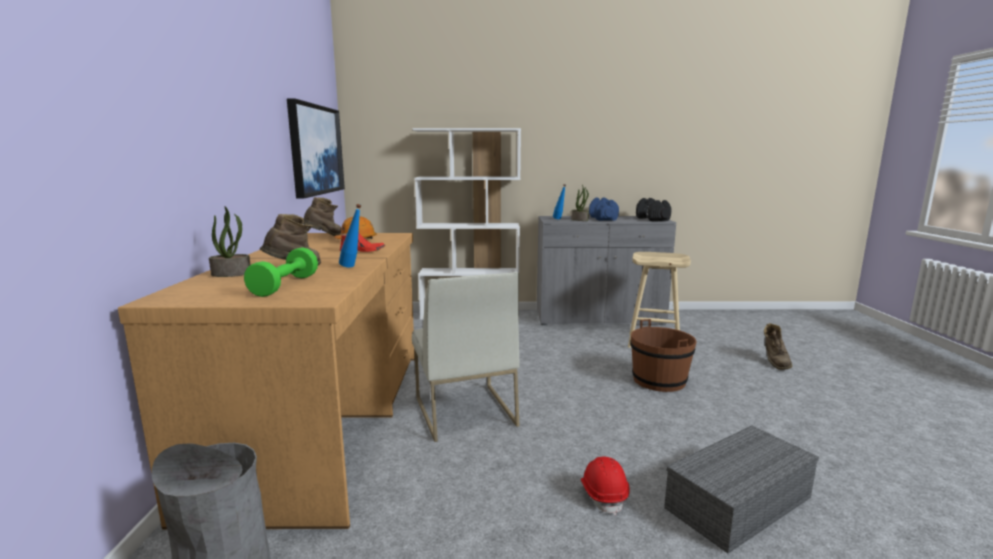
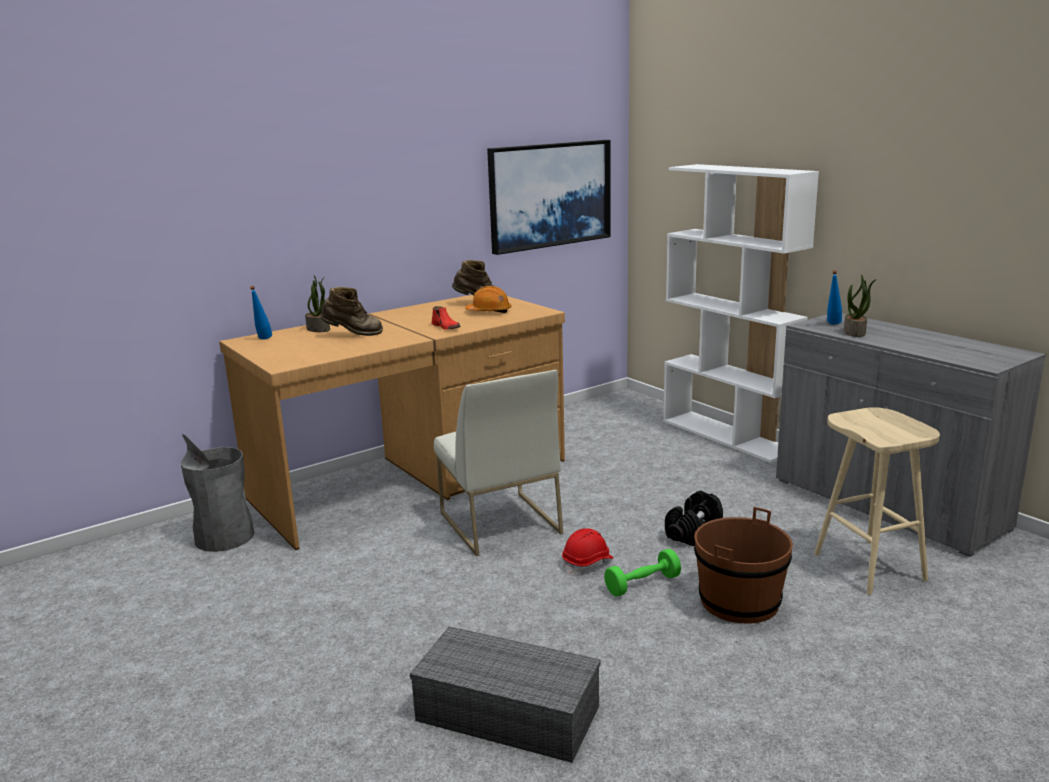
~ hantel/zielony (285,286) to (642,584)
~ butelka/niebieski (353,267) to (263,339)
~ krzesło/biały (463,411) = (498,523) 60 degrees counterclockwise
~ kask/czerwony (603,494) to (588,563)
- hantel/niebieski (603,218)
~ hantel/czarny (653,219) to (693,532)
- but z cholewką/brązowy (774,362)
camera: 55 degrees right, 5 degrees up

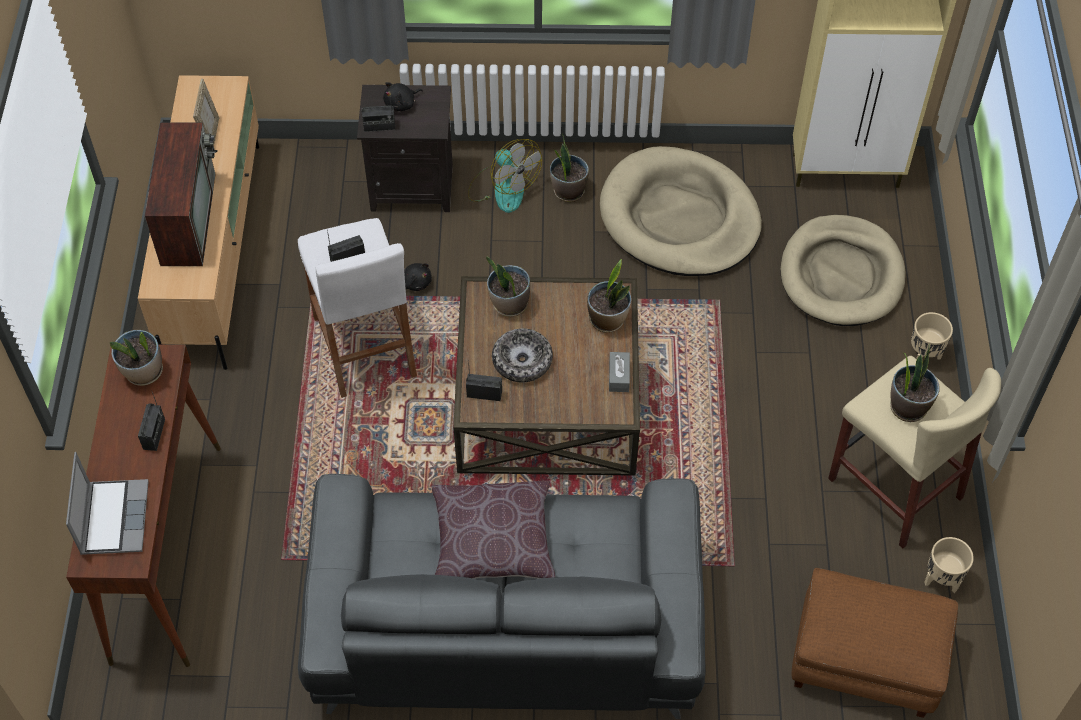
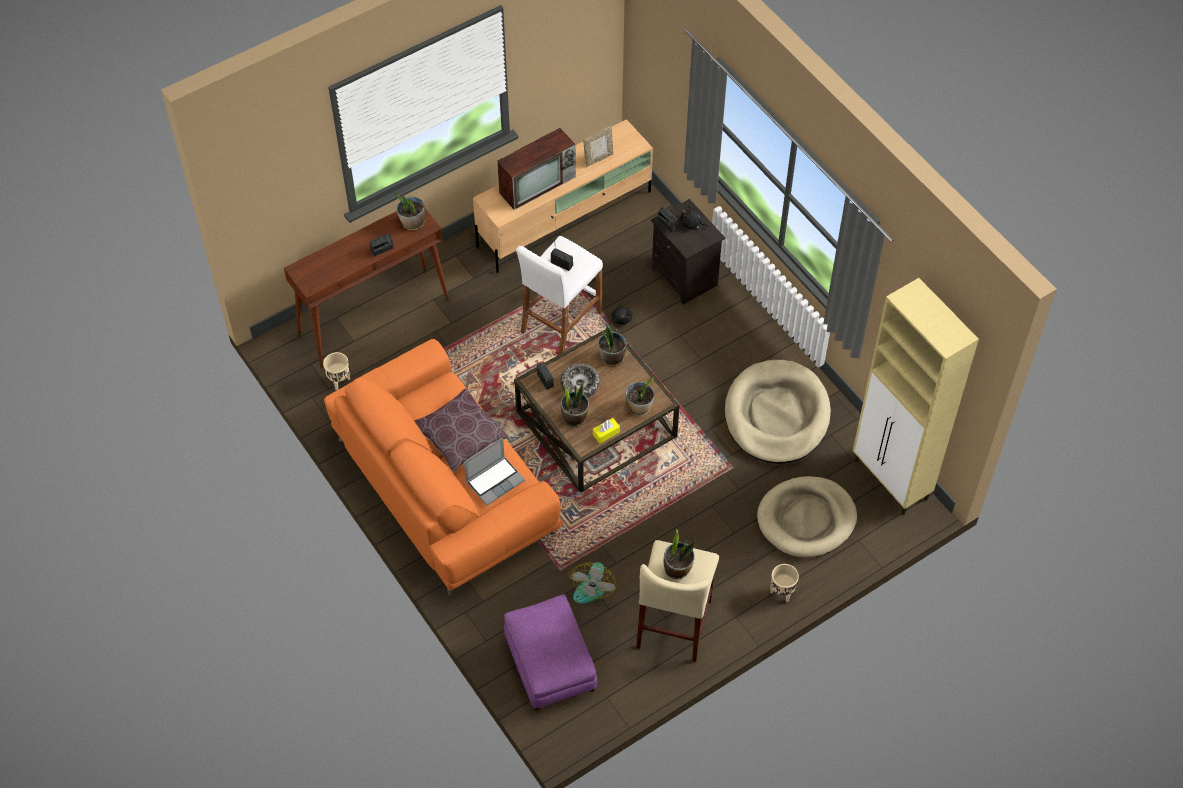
~ laptop (113,517) to (495,480)
~ kanapa/szary (505,623) to kanapa/pomarańczowy (444,485)
~ wentylator (502,188) to (591,585)
~ roślina doniczkowa (568,191) to (574,417)
~ pudełko chusteczek/szary (619,376) to pudełko chusteczek/żółty (606,433)
~ pufa/brązowy (865,660) to pufa/fioletowy (549,664)
~ donica/beżowy (941,579) to (339,381)
camera: 55 degrees right, 0 degrees up

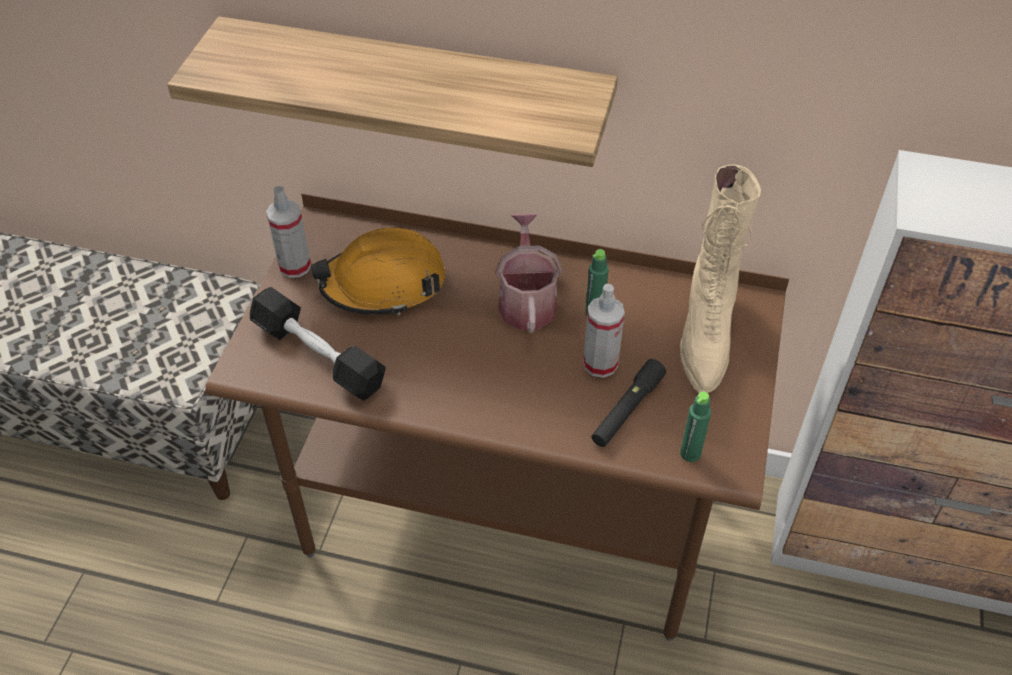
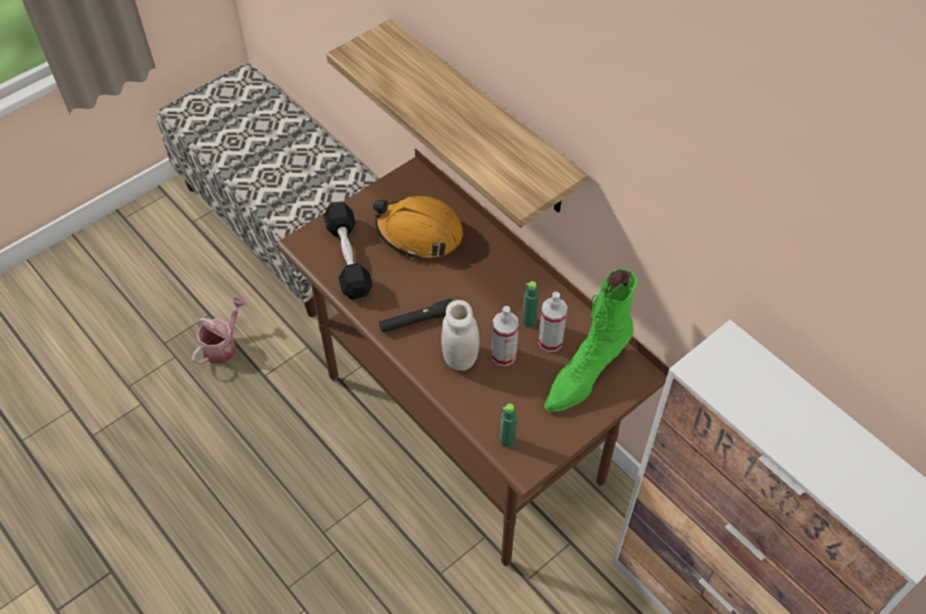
~ spryskiwacz (295,266) to (550,341)
~ konewka (527,300) to (223,345)
~ latarka/czarny (627,410) to (417,321)
~ but z cholewką/beżowy (705,336) to but z cholewką/zielony (585,376)
+ słoik/biały (460,358)
camera: 35 degrees right, 5 degrees up

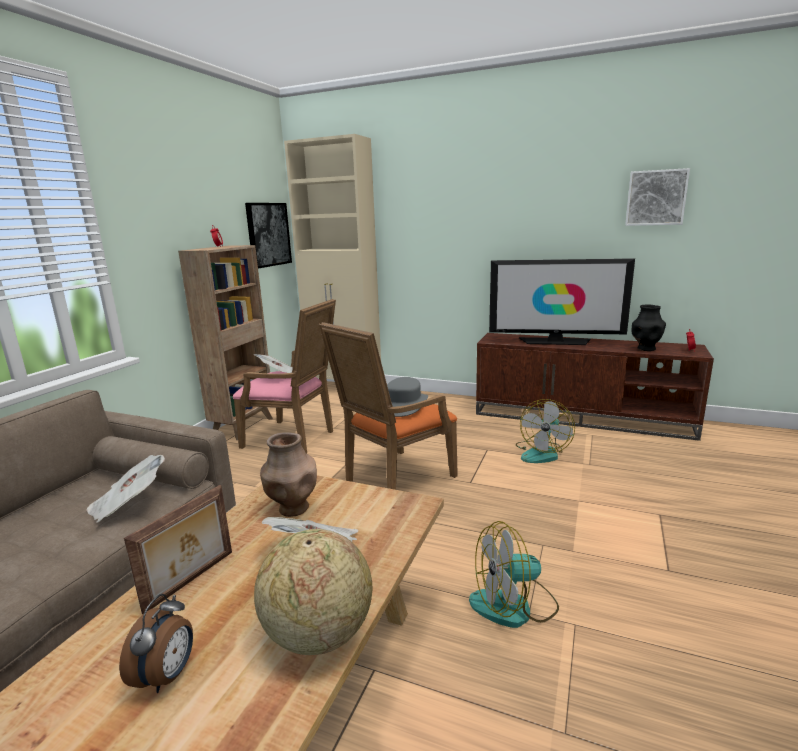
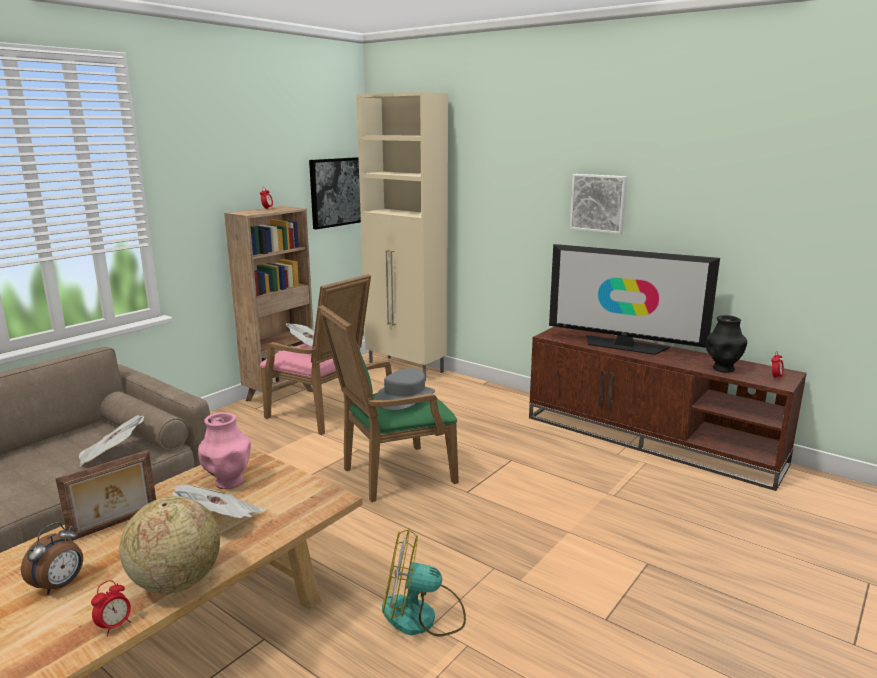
~ wazon/brązowy (293,509) to wazon/różowy (228,482)
~ fotel/pomarańczowy (393,480) to fotel/zielony (391,476)
- wentylator (542,453)
~ obraz (656,198) to (599,203)
+ budzik (115,626)
camera: 15 degrees right, 0 degrees up

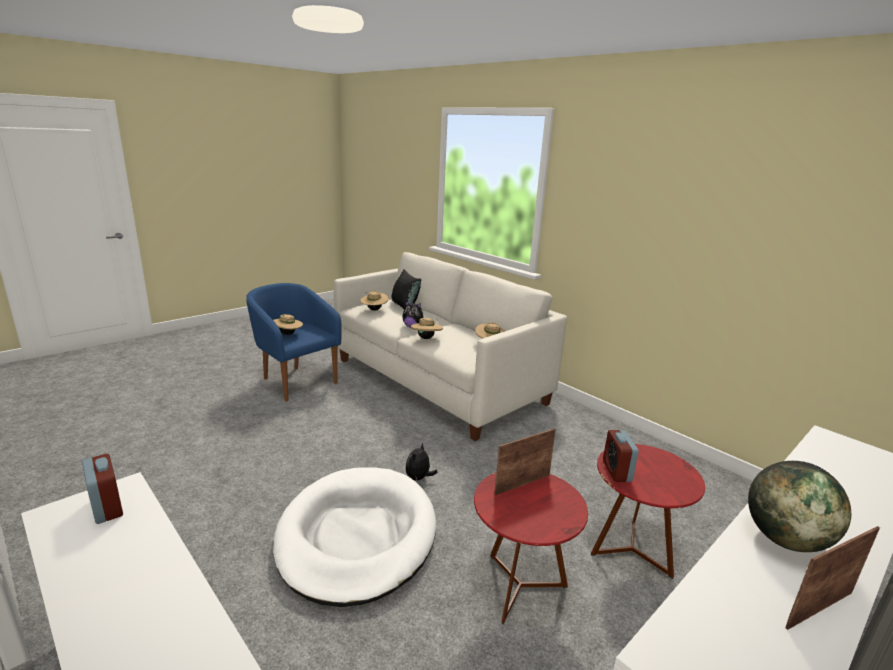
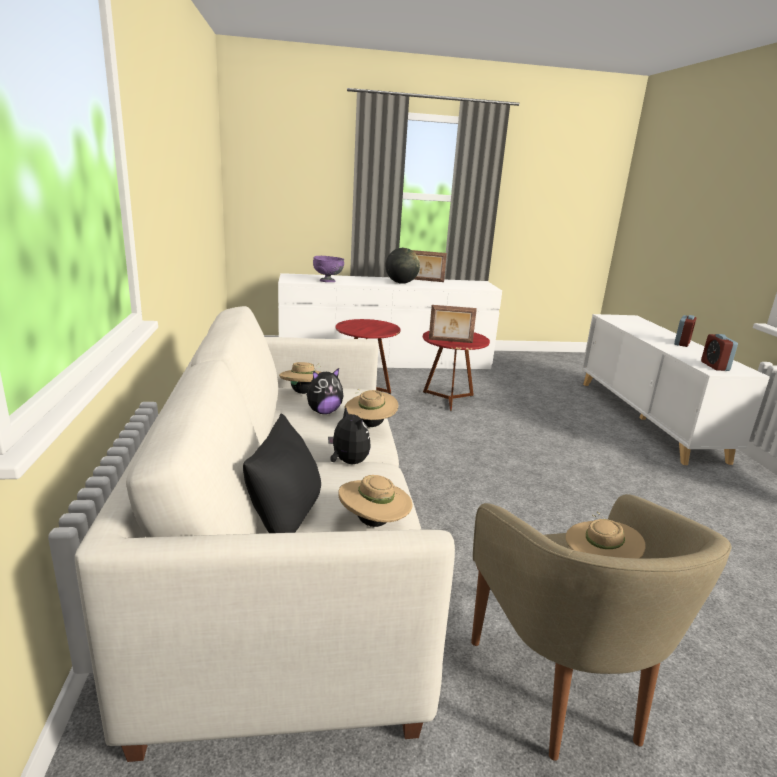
~ fotel/niebieski (295,381) to fotel/beżowy (561,688)
- legowisko/biały (357,537)
~ pluszak (419,478) to (324,412)
~ budzik (616,471) to (682,343)
+ miska/fioletowy (328,281)
camera: 145 degrees left, 0 degrees up

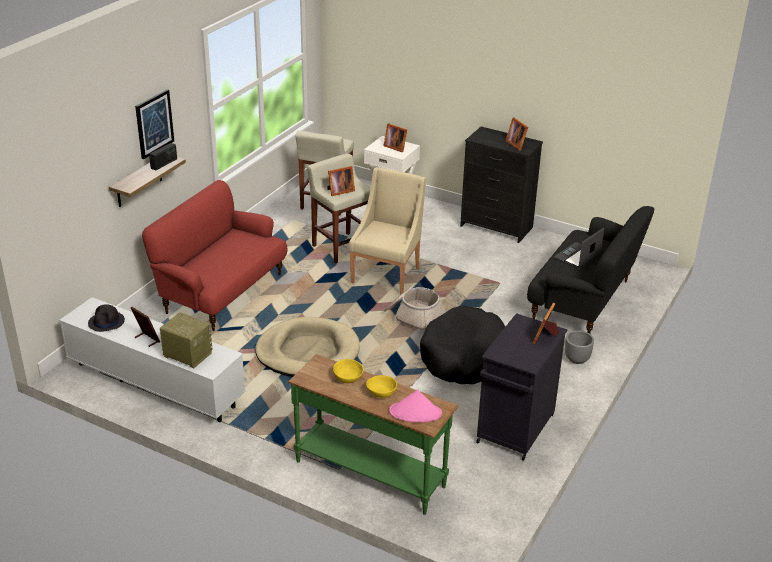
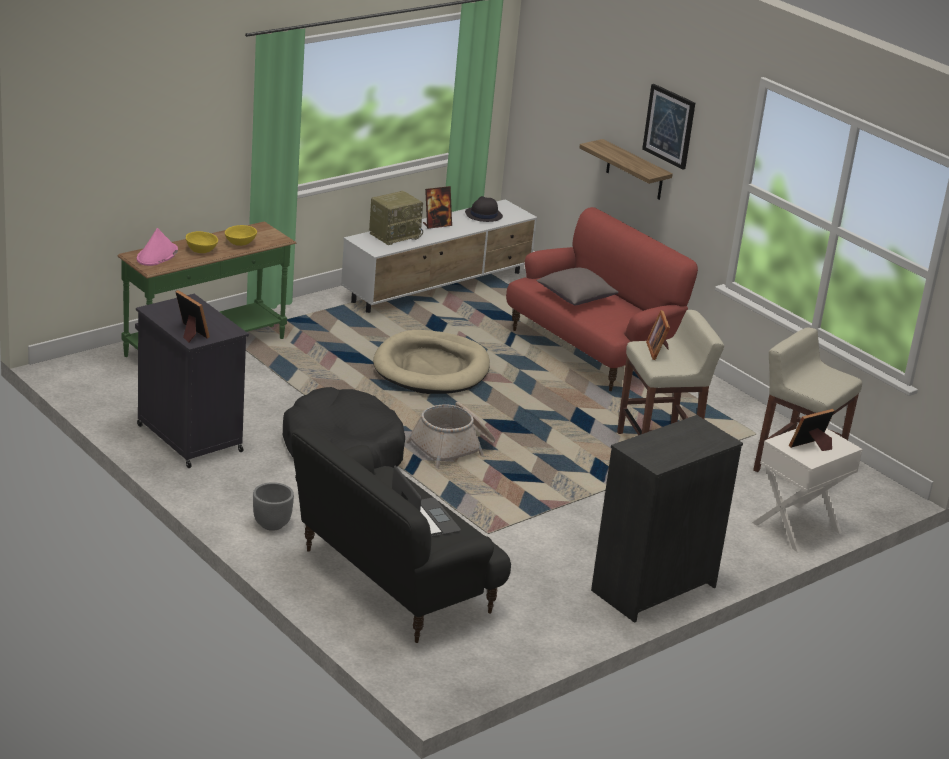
- radio (164,164)
- fotel/beżowy (387,275)
- ramka na zdjęcie (516,144)
+ poduszka/szary (575,298)
camera: 110 degrees right, 5 degrees down

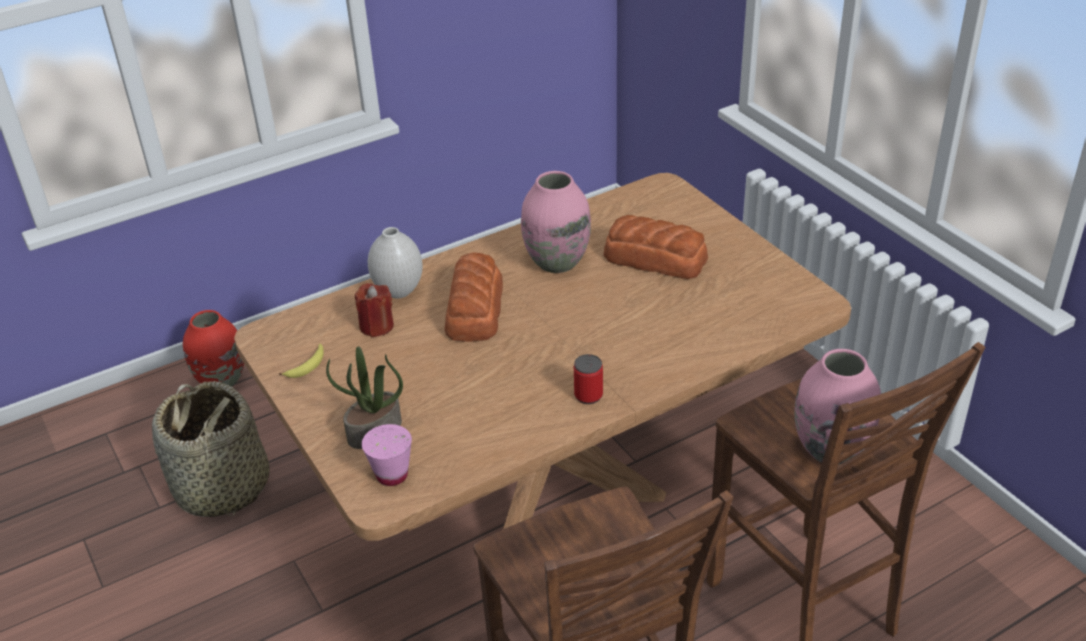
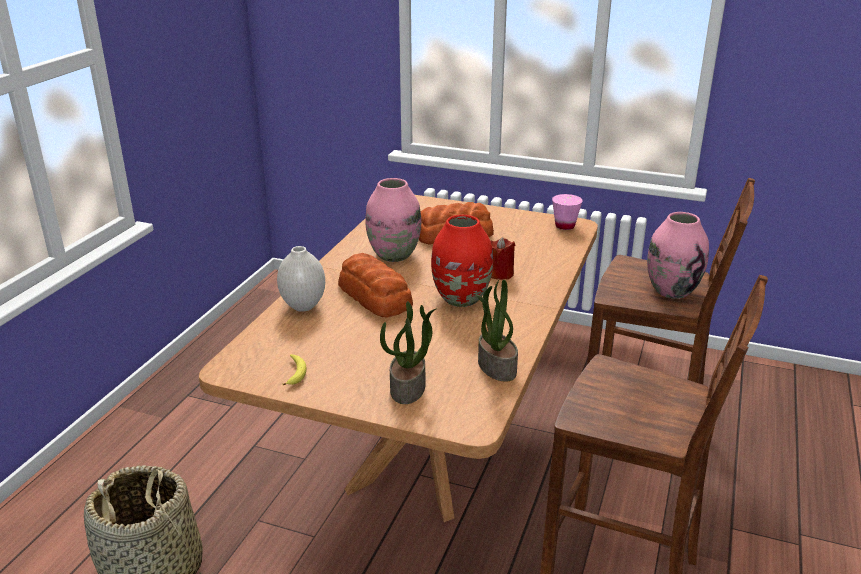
~ wazon/czerwony (221,381) to (461,299)
~ świeca/czerwony (376,326) to (500,274)
~ filiżanka/różowy (392,475) to (565,226)
- puszka (588,395)
+ roślina doniczkowa (495,367)
camera: 40 degrees left, 10 degrees down

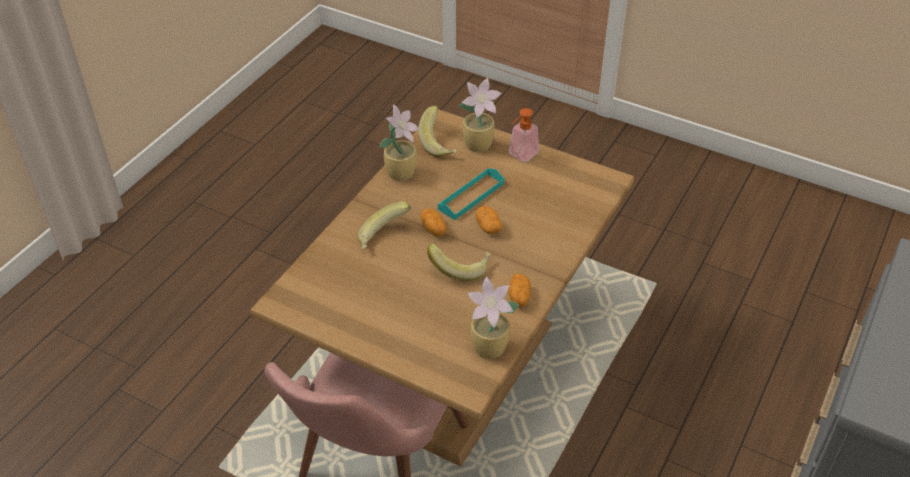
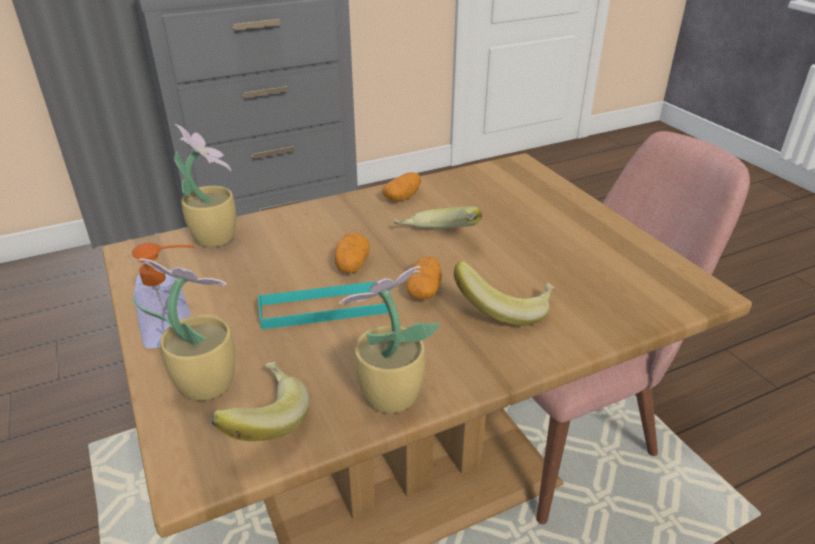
~ roślina doniczkowa (490,349) to (215,237)
camera: 145 degrees left, 10 degrees down

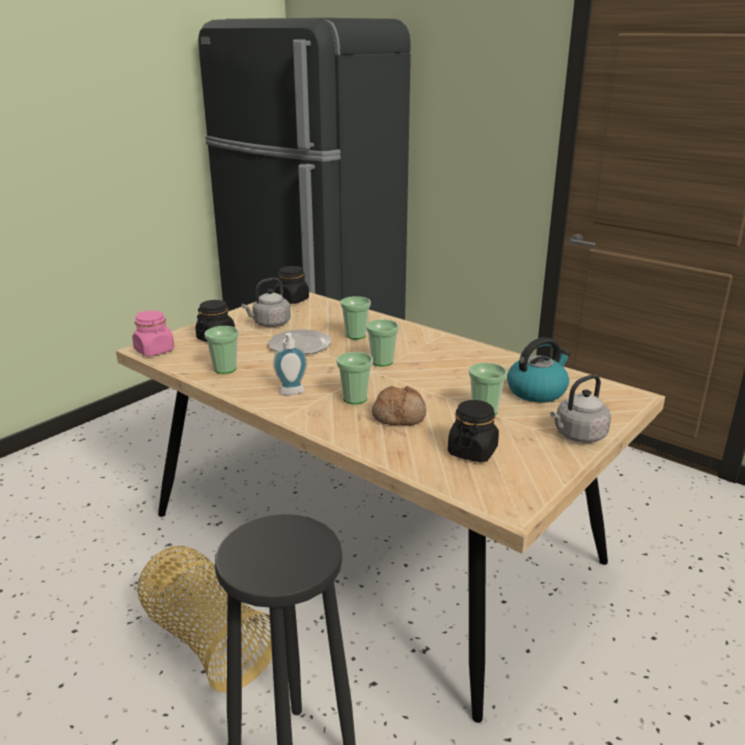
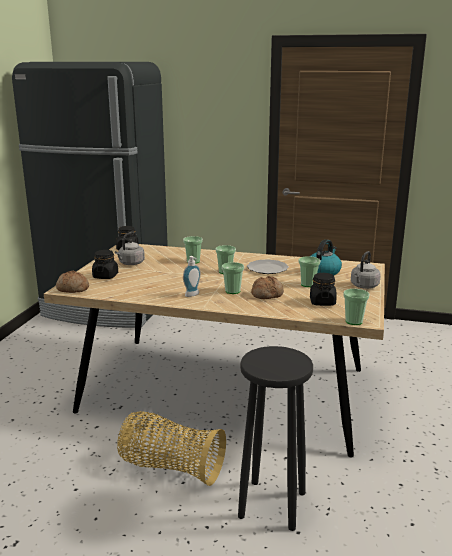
~ słoik/różowy (154,350) to chleb (72,289)
~ filiżanka (225,369) to (354,321)
~ talerz (299,345) to (267,269)
camera: 25 degrees left, 5 degrees down

